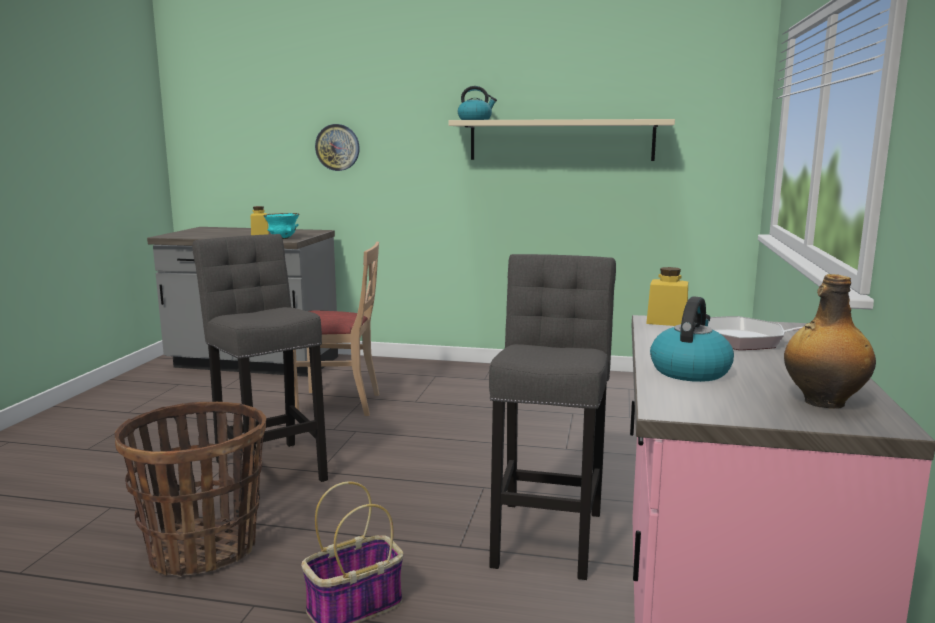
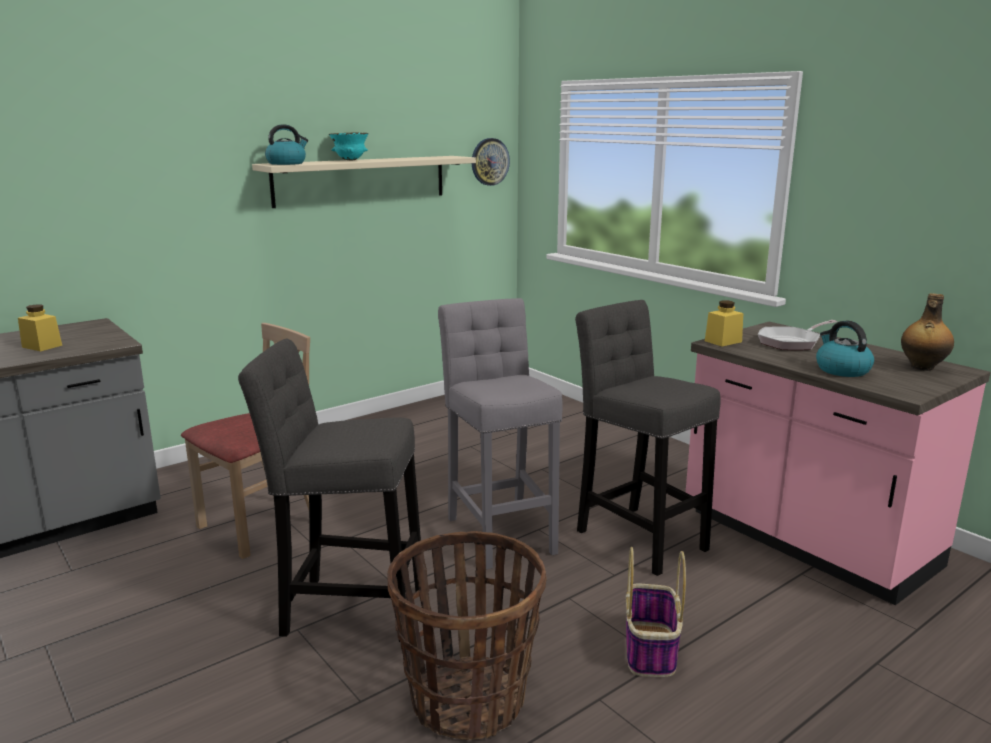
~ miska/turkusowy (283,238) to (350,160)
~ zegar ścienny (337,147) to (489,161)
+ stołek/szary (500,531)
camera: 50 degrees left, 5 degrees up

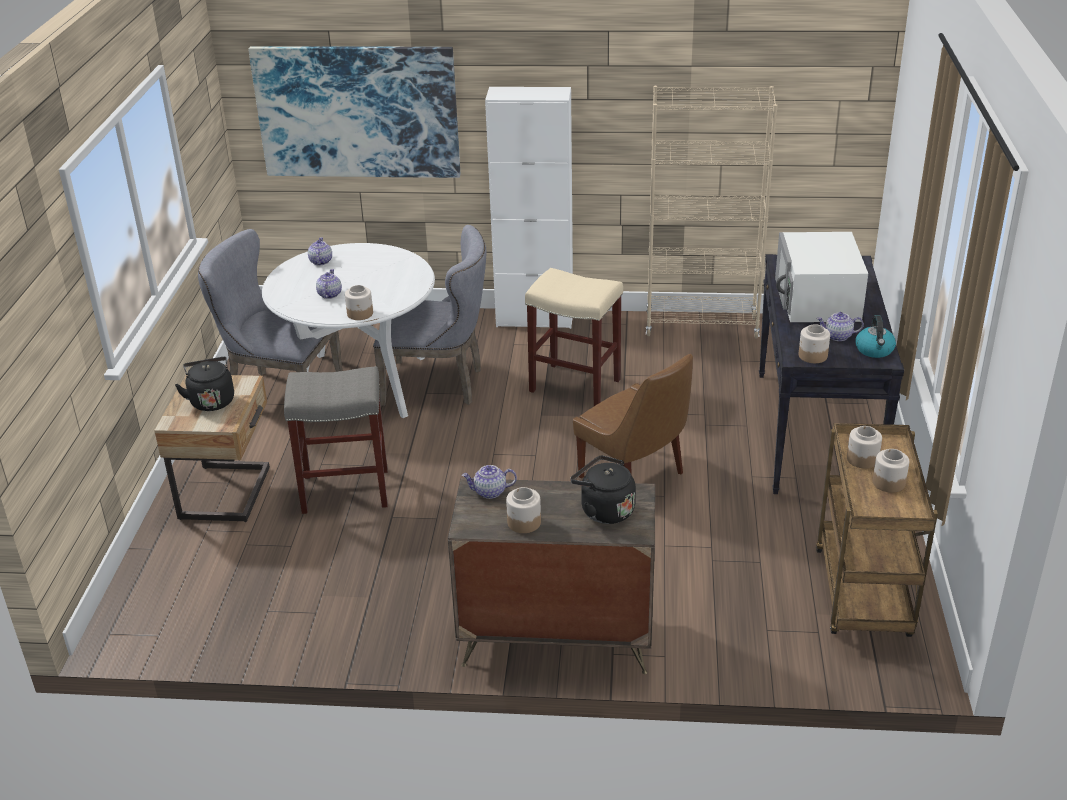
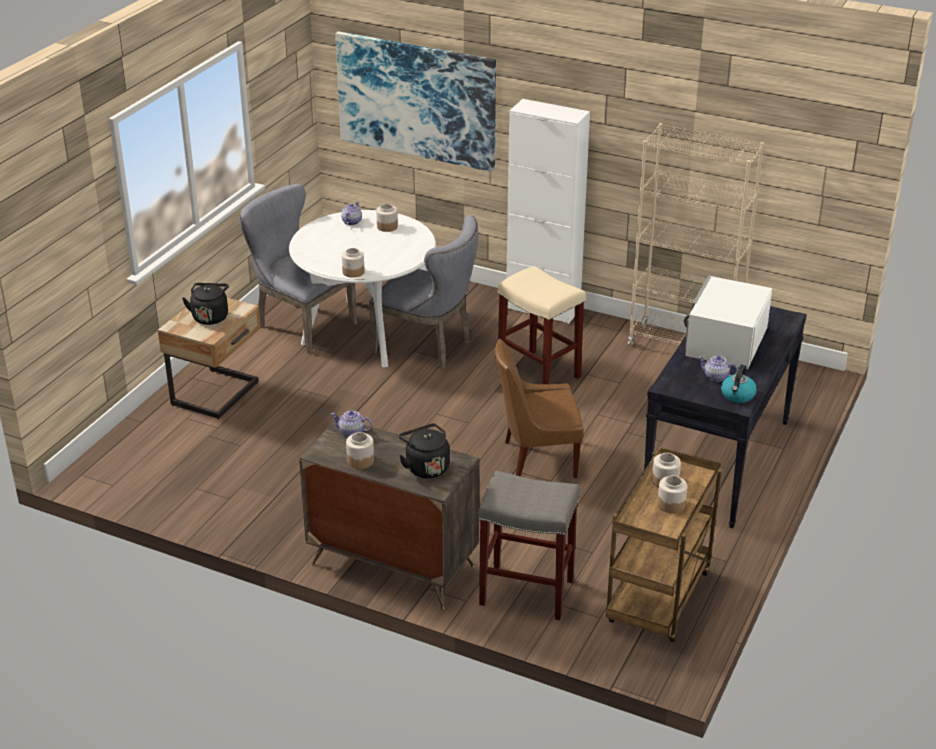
~ stołek/szary (347,490) to (528,592)
- imbryk (329,294)
~ krzesło/brązowy (634,477) = (536,459) 105 degrees clockwise
~ słoik (812,356) to (387,227)
camera: 20 degrees right, 0 degrees up

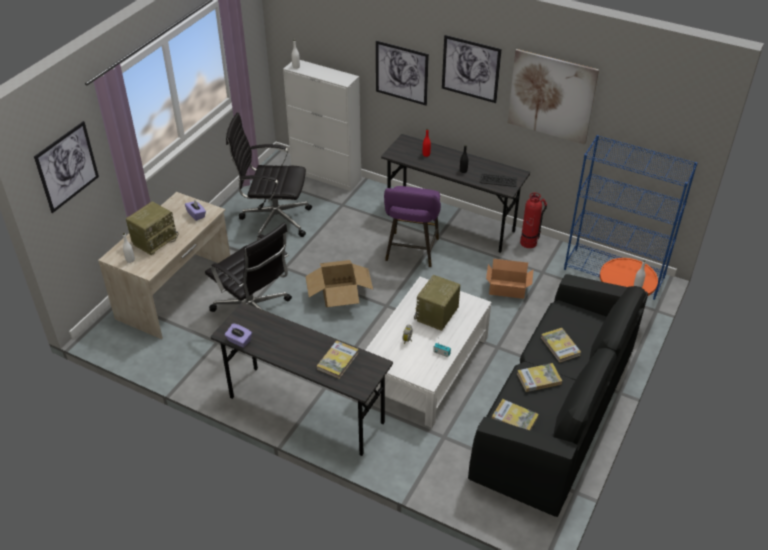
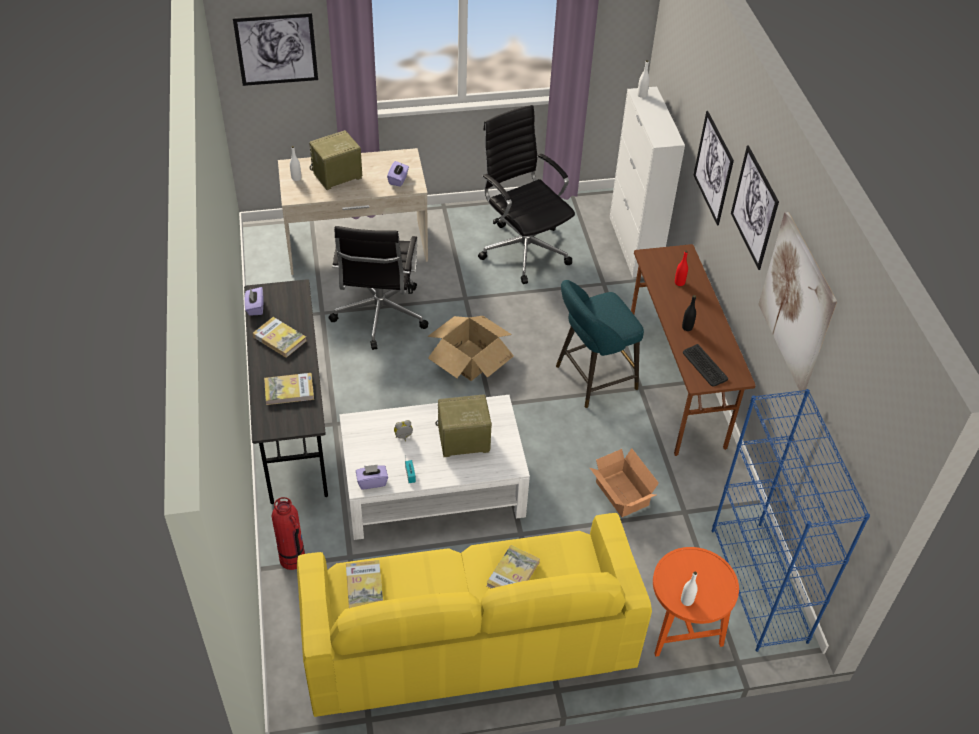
~ radio (155,240) = (337,176) 150 degrees clockwise
~ biurko/szary (451,223) to biurko/brązowy (676,386)
~ stołek/fioletowy (411,252) to stołek/turkusowy (592,379)
~ kanapa/czarny (555,413) to kanapa/żółty (468,640)
~ książka (539,379) to (279,339)
~ gaśnica (529,243) to (292,559)
+ pudełko chusteczek/fioletowy (372,482)
camera: 50 degrees right, 5 degrees up

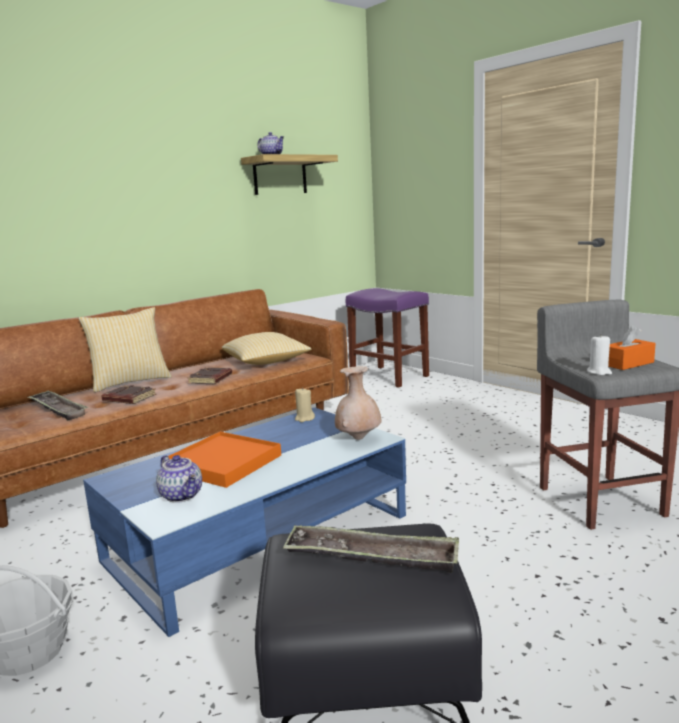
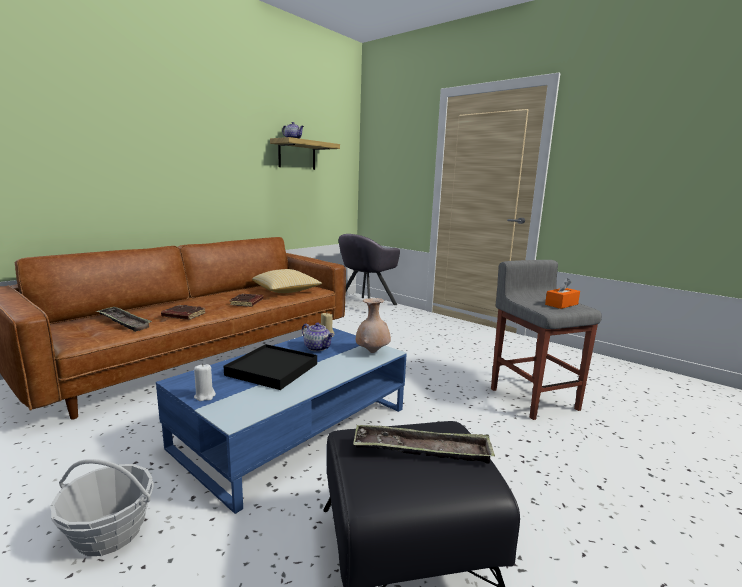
- poduszka (130,382)
~ imbryk (182,495) to (318,348)
~ taca/pomarańczowy (223,463) to taca/czarny (272,369)
~ stołek/fioletowy (388,376) to fotel/szary (365,305)
~ świeca/biały (599,372) to (205,396)
camera: 10 degrees left, 0 degrees up

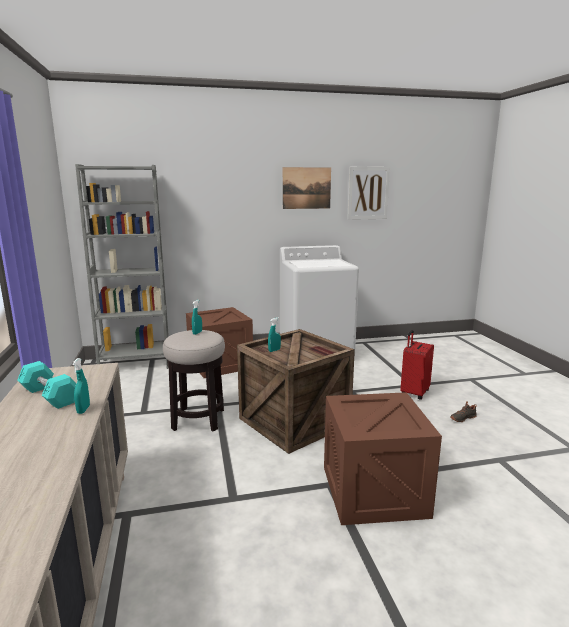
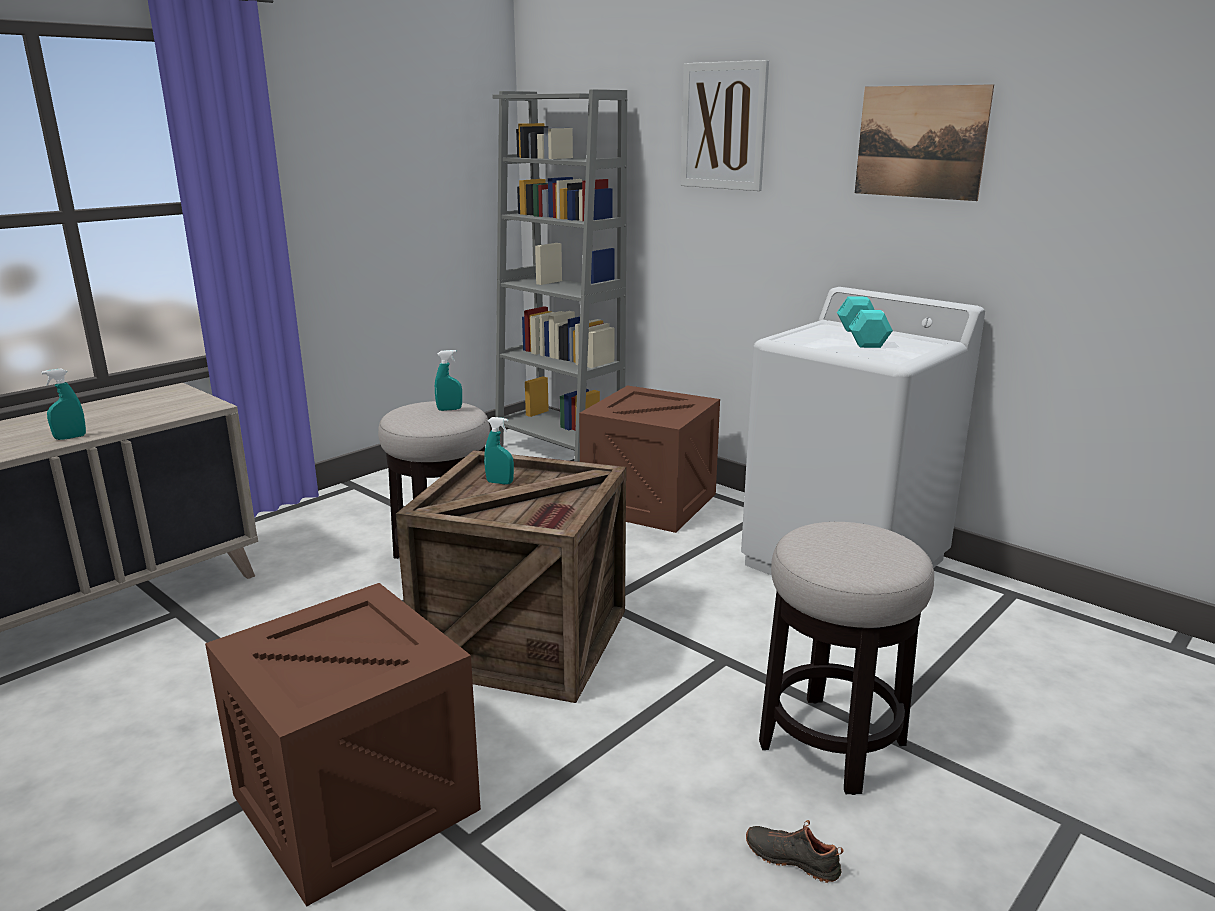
~ hantel/turkusowy (50,396) to (861,337)
~ obraz (368,193) to (723,126)
~ walizka/czerwony (414,393) to stołek (832,743)
camera: 55 degrees right, 5 degrees up

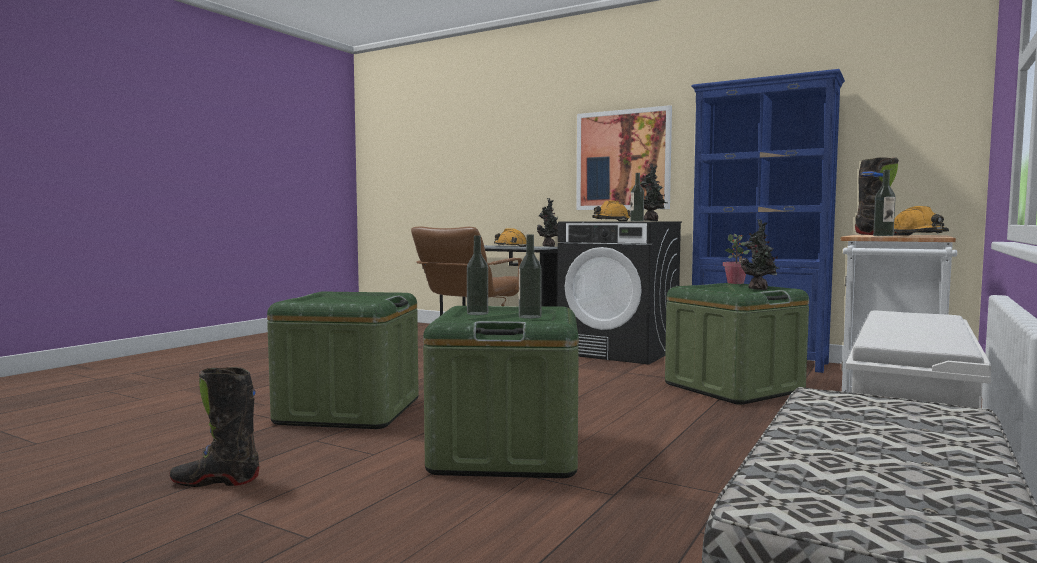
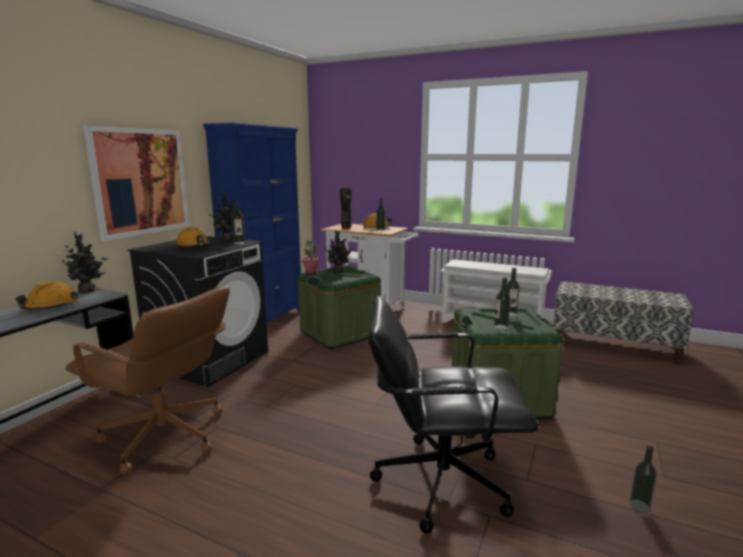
~ but z cholewką/czarny (216,481) to butelka (639,506)
~ pojemnik do przechowywania/zielony (349,411) to krzesło biurowe/czarny (440,481)
camera: 95 degrees left, 10 degrees up

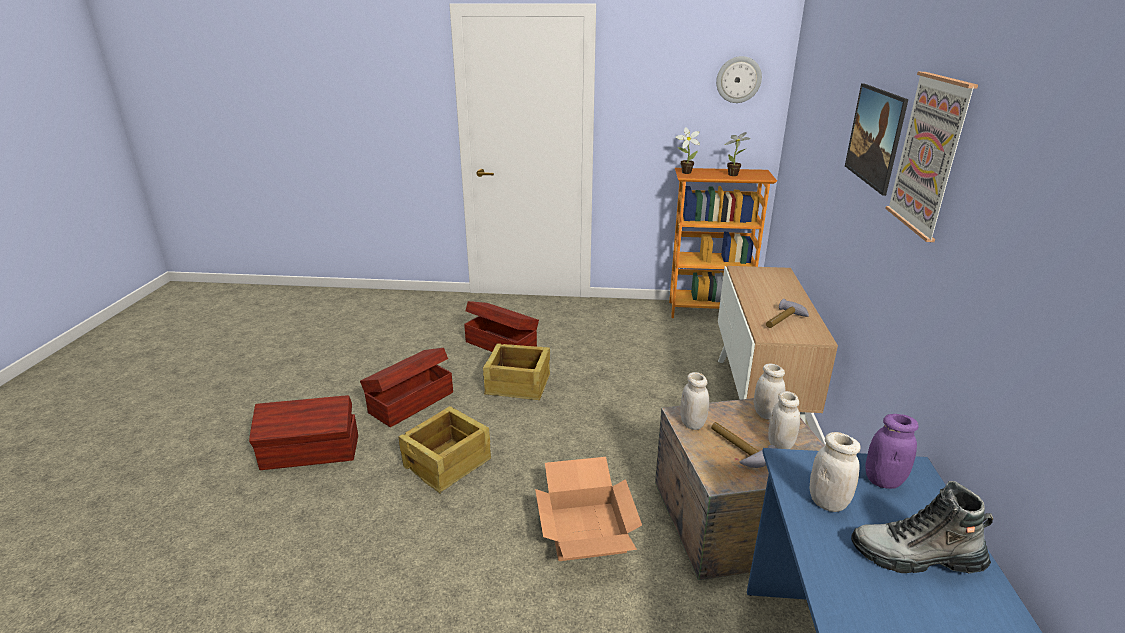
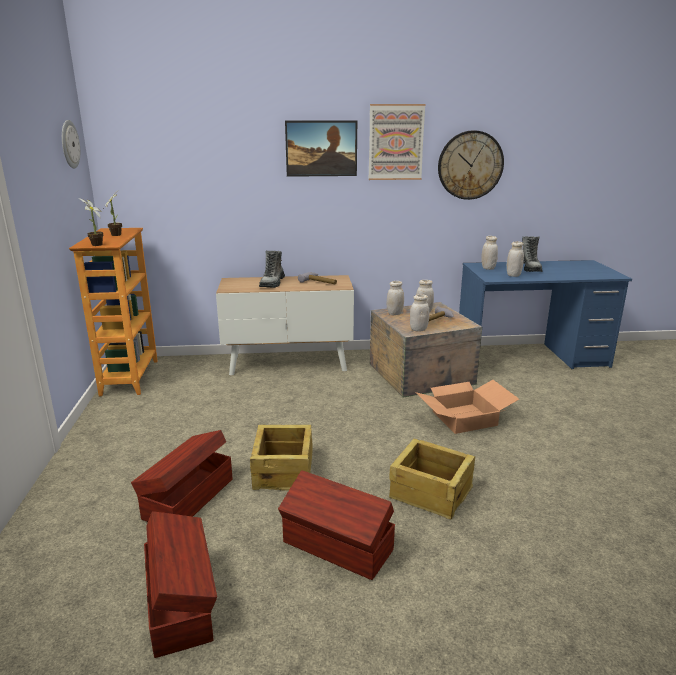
~ pojemnik do przechowywania/brązowy (311,453) to (180,601)
~ słoik/fioletowy (883,480) to słoik/biały (488,268)
+ but z cholewką (272,283)
+ zegar ścienny (470,165)
camera: 100 degrees left, 5 degrees down

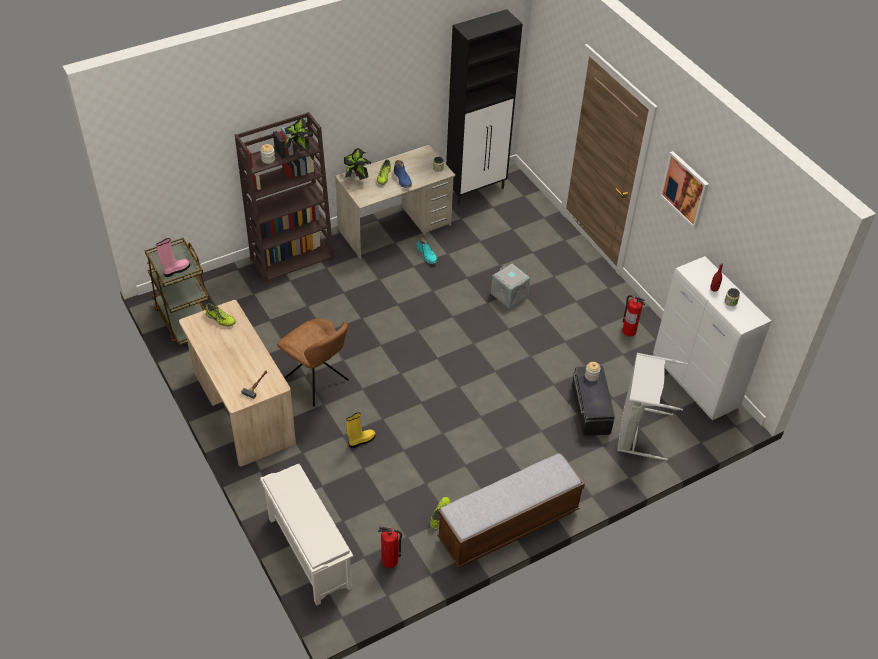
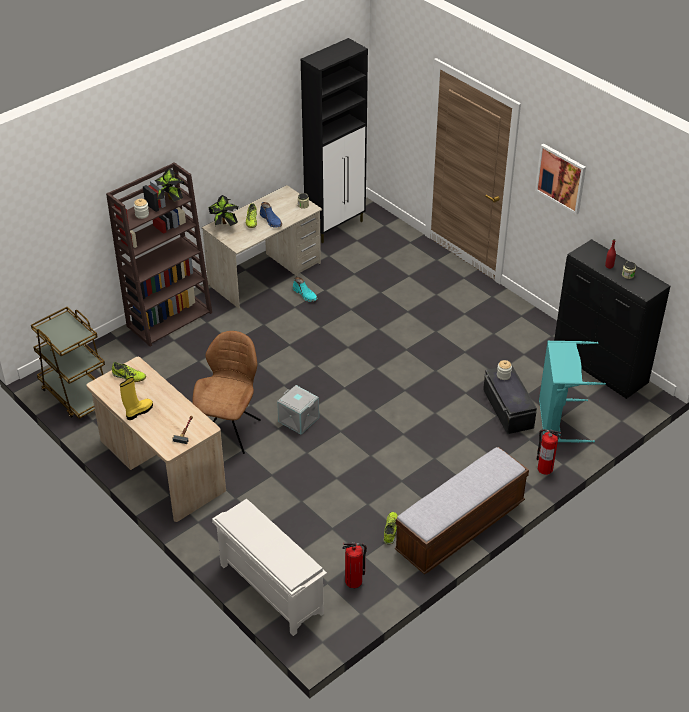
- but z cholewką/różowy (176,270)
~ krzesło/brązowy (317,382) = (230,430) 105 degrees counterclockwise
~ but z cholewką/żółty (361,441) to (138,412)
~ pojemnik do przechowywania/szary (508,295) to (298,420)
~ kosz na pranie/szary (637,431) to kosz na pranie/turkusowy (558,421)
~ gaśnica (628,331) to (544,468)
~ szafka/biały (695,383) to szafka/czarny (600,368)
camera: 10 degrees left, 5 degrees down

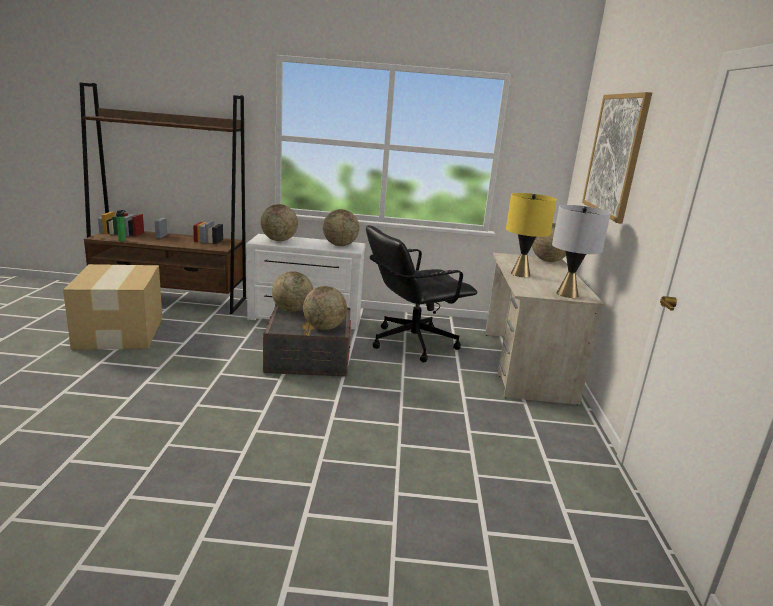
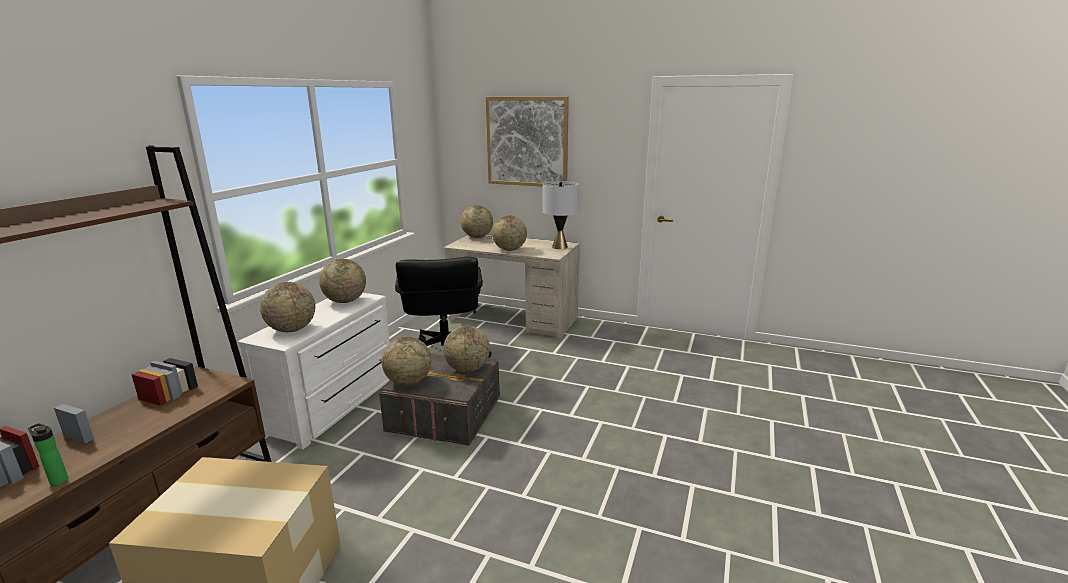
~ lampa stołowa/żółty (520,274) to globus (509,249)
camera: 70 degrees left, 0 degrees up

